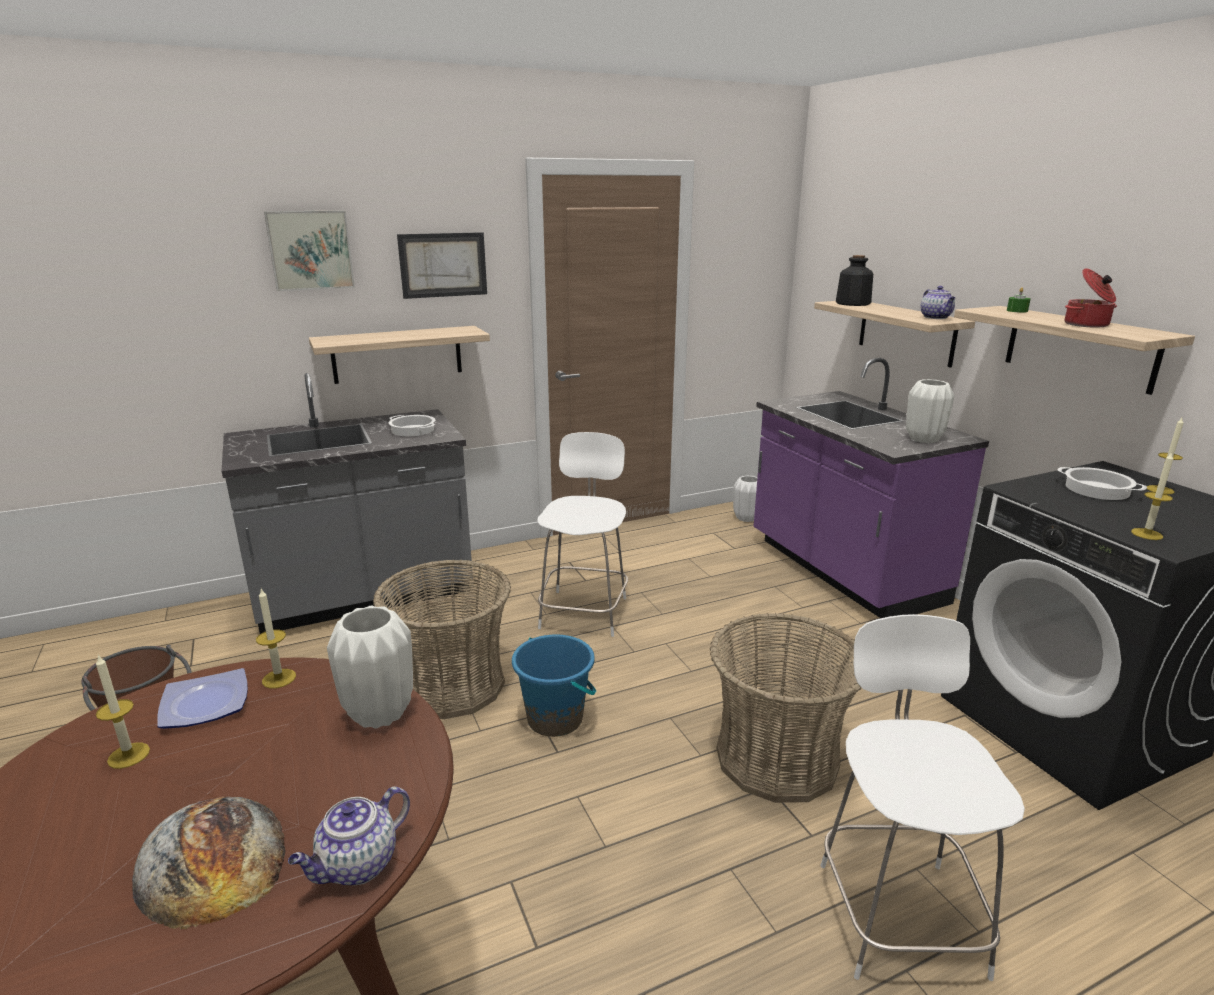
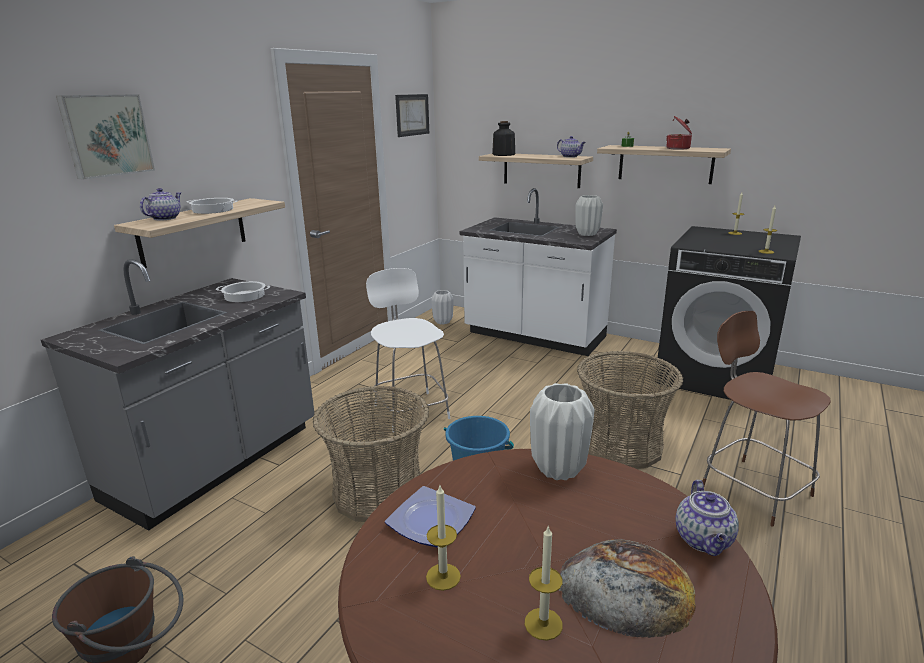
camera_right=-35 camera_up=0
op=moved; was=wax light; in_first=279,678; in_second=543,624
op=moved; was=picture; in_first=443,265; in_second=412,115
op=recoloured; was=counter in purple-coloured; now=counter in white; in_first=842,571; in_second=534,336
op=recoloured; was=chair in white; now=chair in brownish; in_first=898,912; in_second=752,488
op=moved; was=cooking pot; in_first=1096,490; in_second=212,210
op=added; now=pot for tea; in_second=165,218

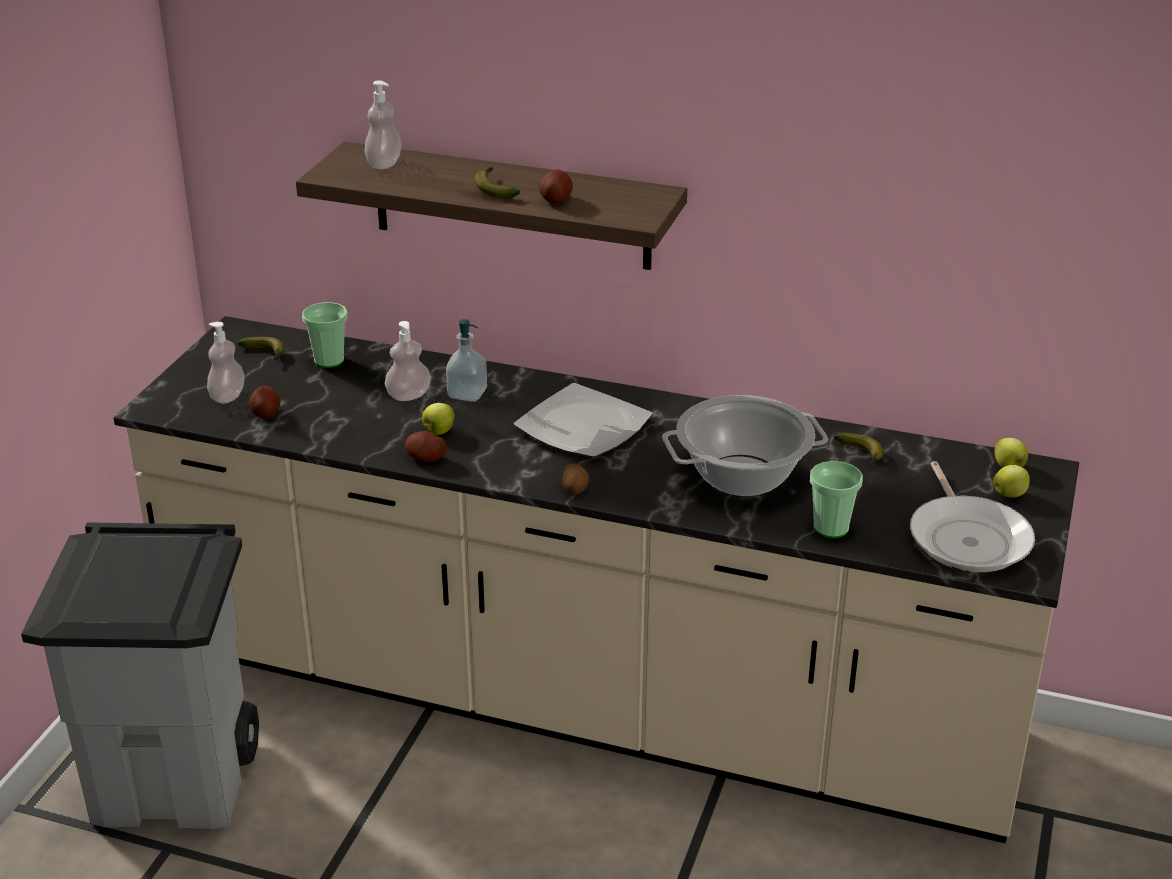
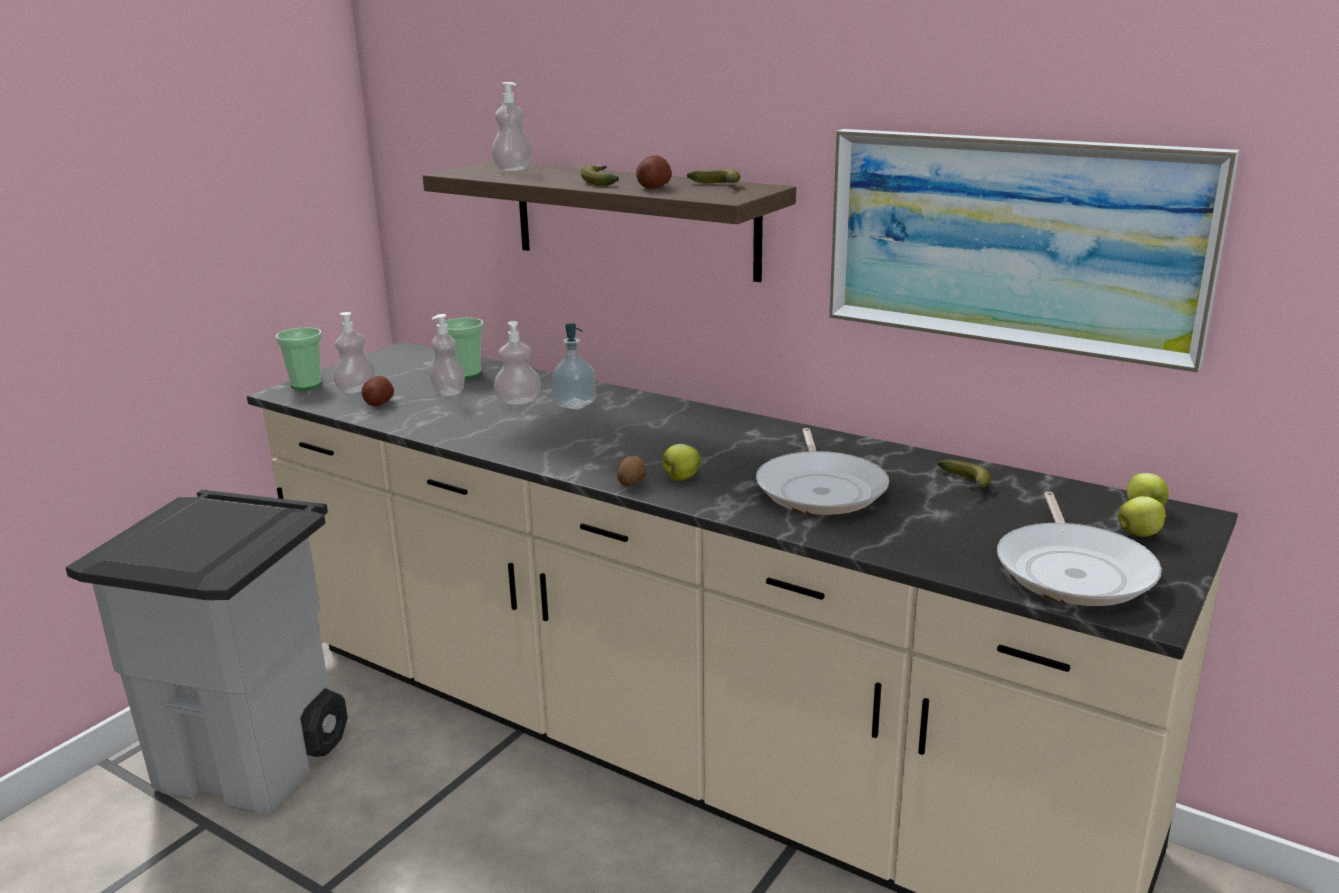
camera_right=15 camera_up=-10
op=moved; was=banana fruit; in_first=266,354; in_second=717,185
op=removed; was=potato; in_first=426,458
op=moved; was=apple; in_first=438,432; in_second=680,478
op=removed; was=flat dish; in_first=583,426
op=replaced; was=cooking pot; now=frying pan; in_first=743,476; in_second=821,489
op=moved; was=drinking cup; in_first=831,528; in_second=306,384
op=added; now=liquid soap bottle; in_second=448,392
op=added; now=picture; in_second=1013,241

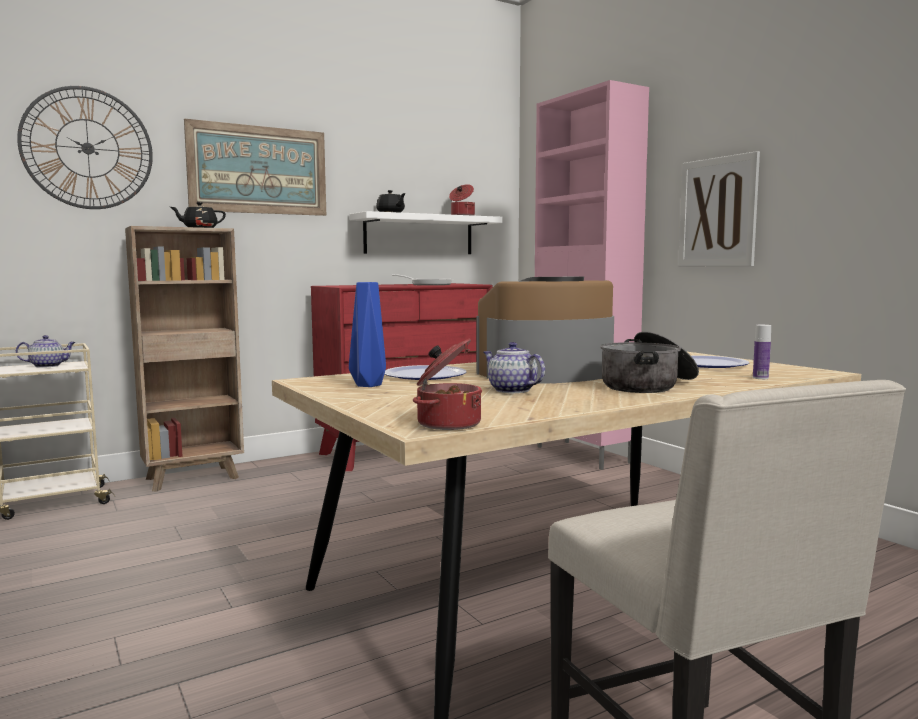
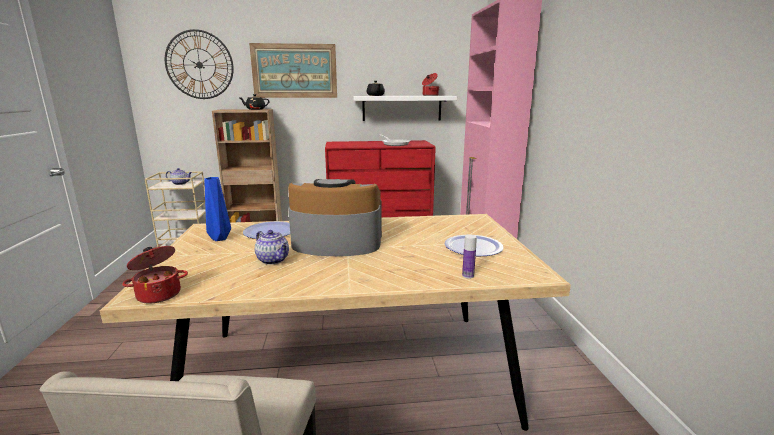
camera_right=25 camera_up=10
op=turned; was=pot for tea; in_first=511,390; in_second=273,260; clockwise=150
op=removed; was=cooking pot; in_first=648,385
op=removed; was=picture; in_first=717,212

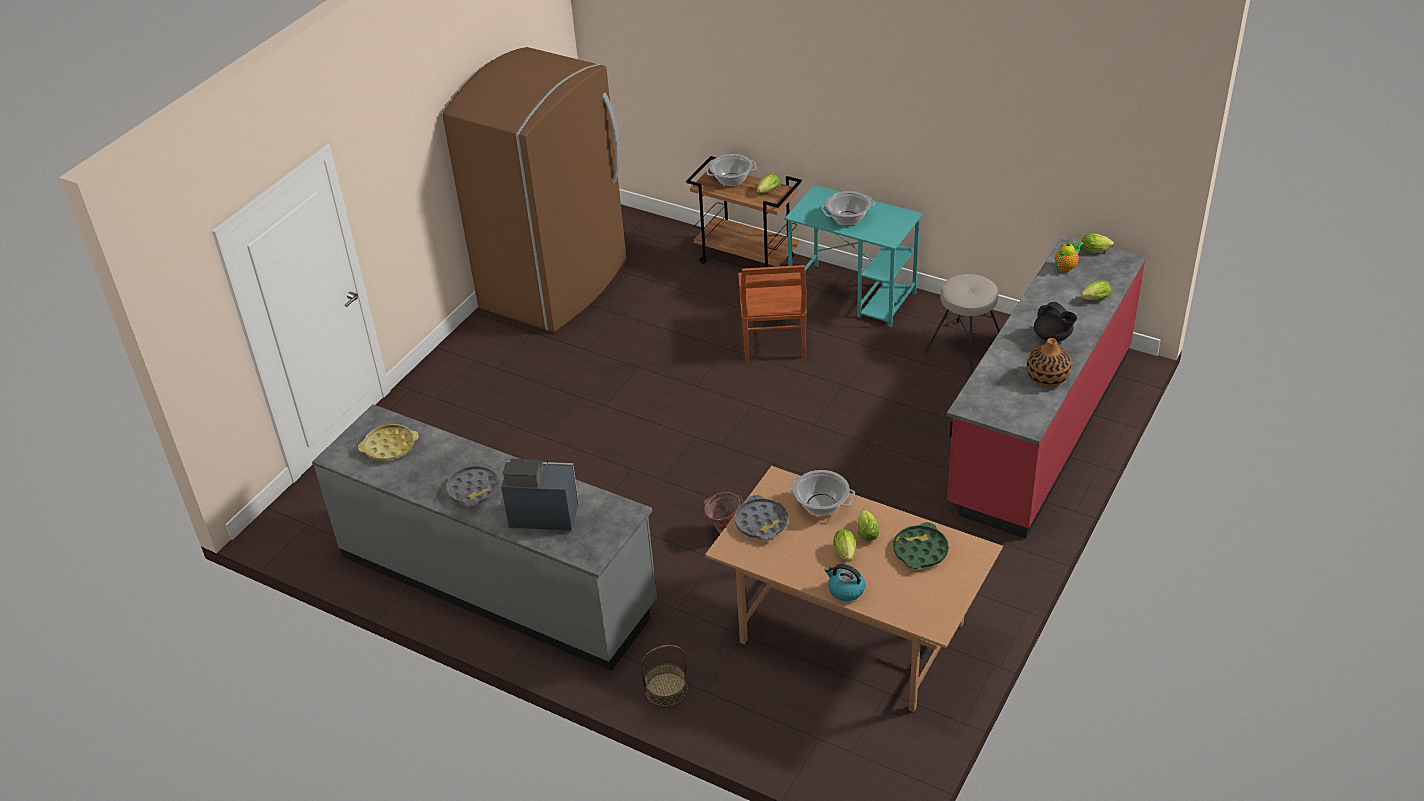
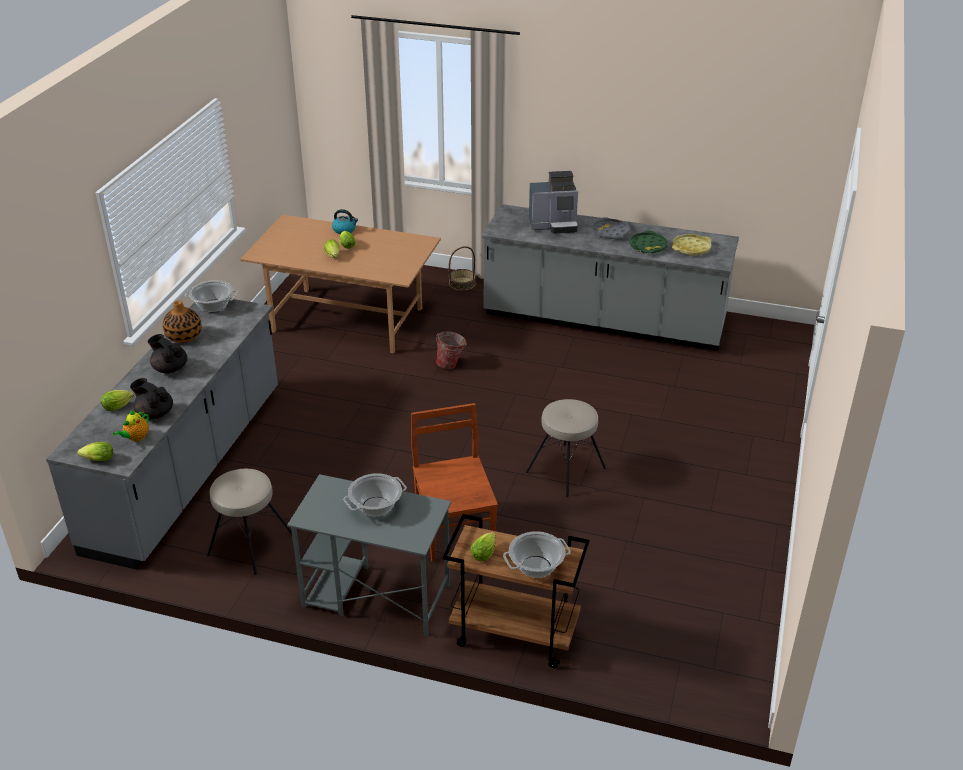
camera_right=165 camera_up=-5
op=removed; was=fridge in brownish; in_first=556,285
op=removed; was=carrying tray in grey; in_first=761,522
op=recoloured; was=desk unit in blue-green; now=desk unit in grey; in_first=853,295; in_second=375,596
op=moved; was=cooking pot; in_first=821,505; in_second=213,306
op=moved; was=carrying tray in green-coloured; in_first=920,550; in_second=648,246
op=recoloured; was=counter in red-coloured; now=counter in grey; in_first=1039,427; in_second=188,469
op=added; now=pot for tea in black; in_second=155,413
op=added; now=stool in sand-coloured; in_second=566,470

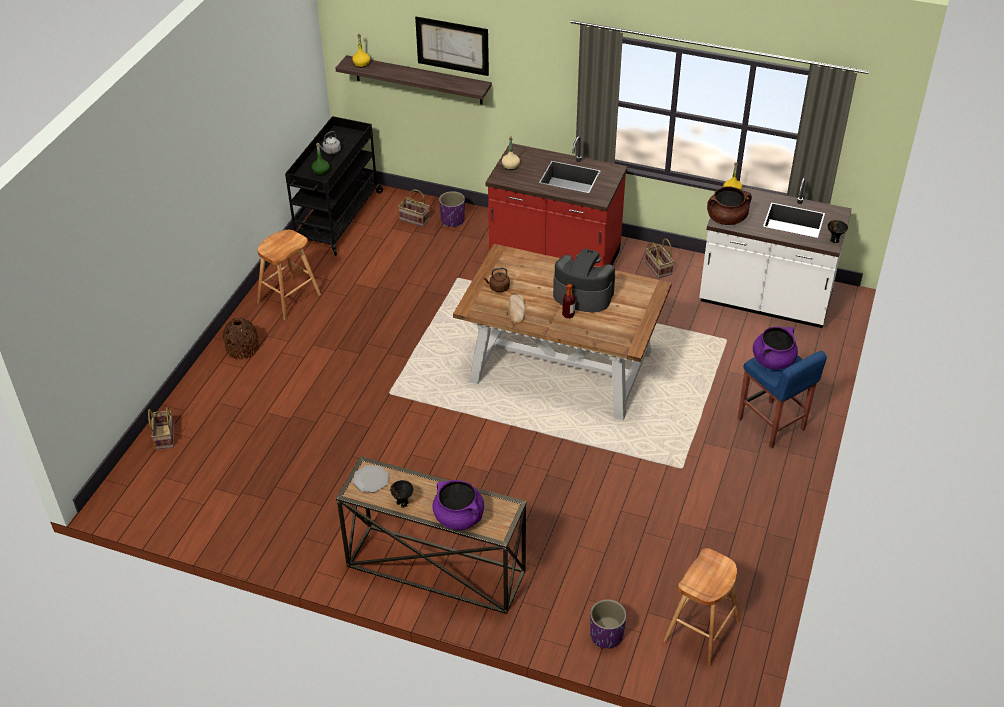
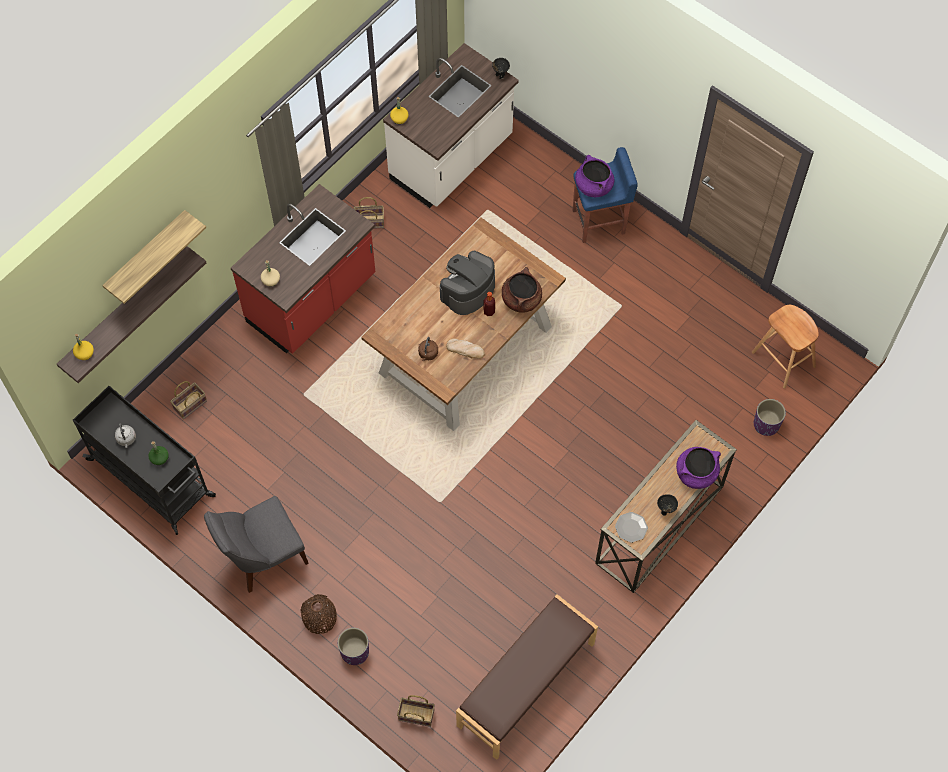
camera_right=-70 camera_up=20
op=replaced; was=stool in brownish; now=chair in grey; in_first=289,299; in_second=263,557
op=replaced; was=picture; now=wall shelf; in_first=452,46; in_second=146,255
op=moved; was=planter in purple-coloured; in_first=452,220; in_second=354,652
op=moved; was=cooking pot in brownish; in_first=726,219; in_second=521,299
op=added; now=long seat in brownish; in_second=527,685

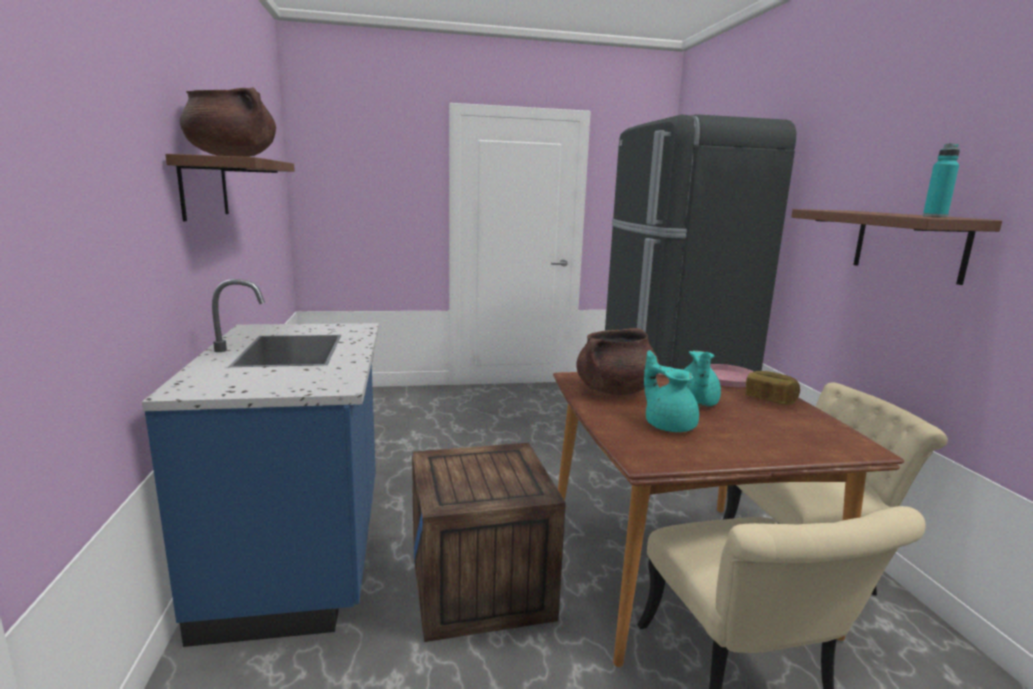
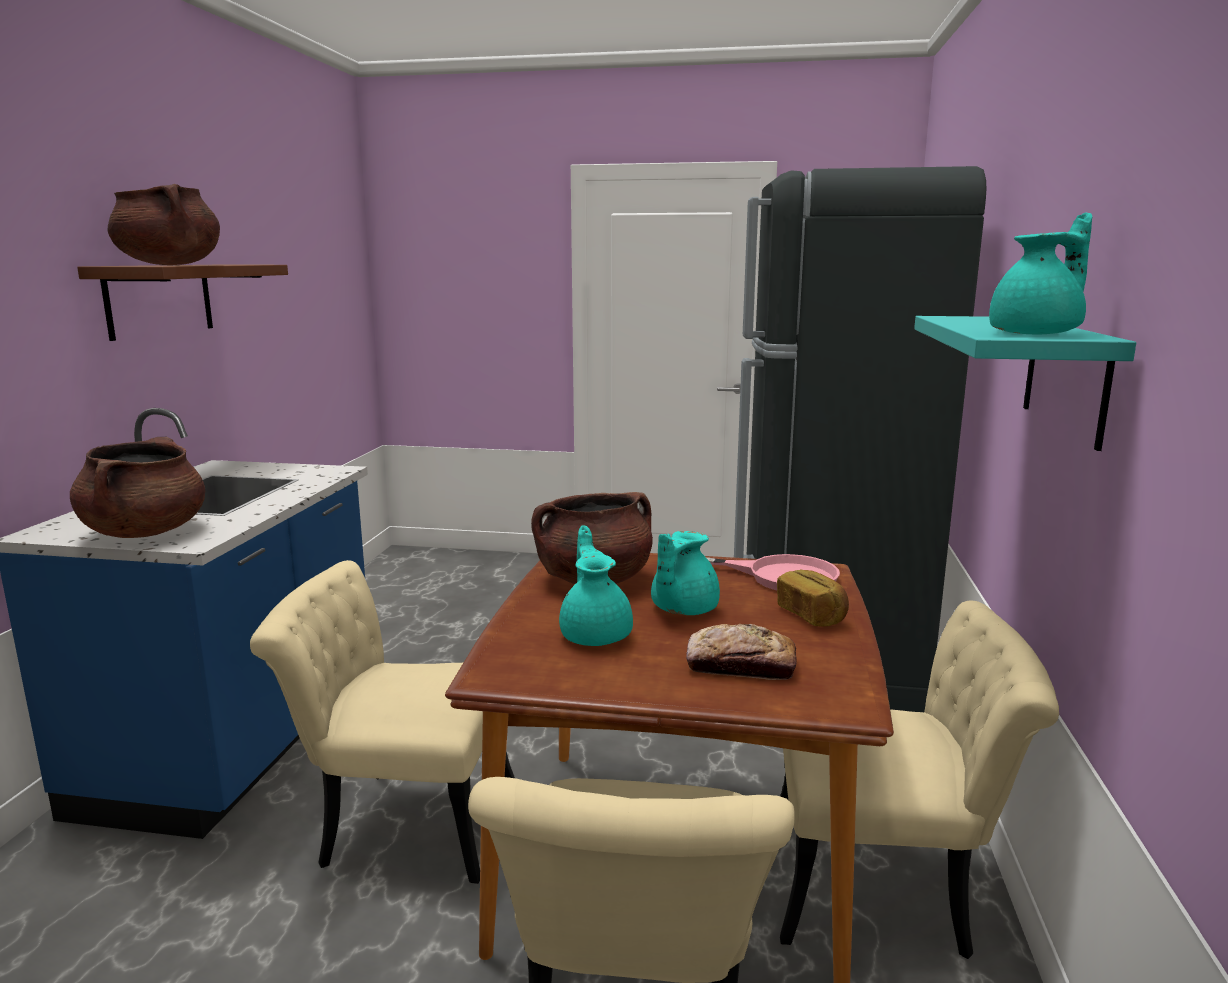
camera_right=20 camera_up=0
op=replaced; was=shipping crate; now=chair in sand-coloured; in_first=480,586; in_second=400,821
op=recoloured; was=wall shelf in brownish; now=wall shelf in blue-green; in_first=909,244; in_second=1066,377
op=replaced; was=bottle in blue-green; now=pot for tea in blue-green; in_first=934,216; in_second=1038,333
op=added; now=cooking pot in brownish; in_second=146,532
op=added; now=baked bread; in_second=740,665

